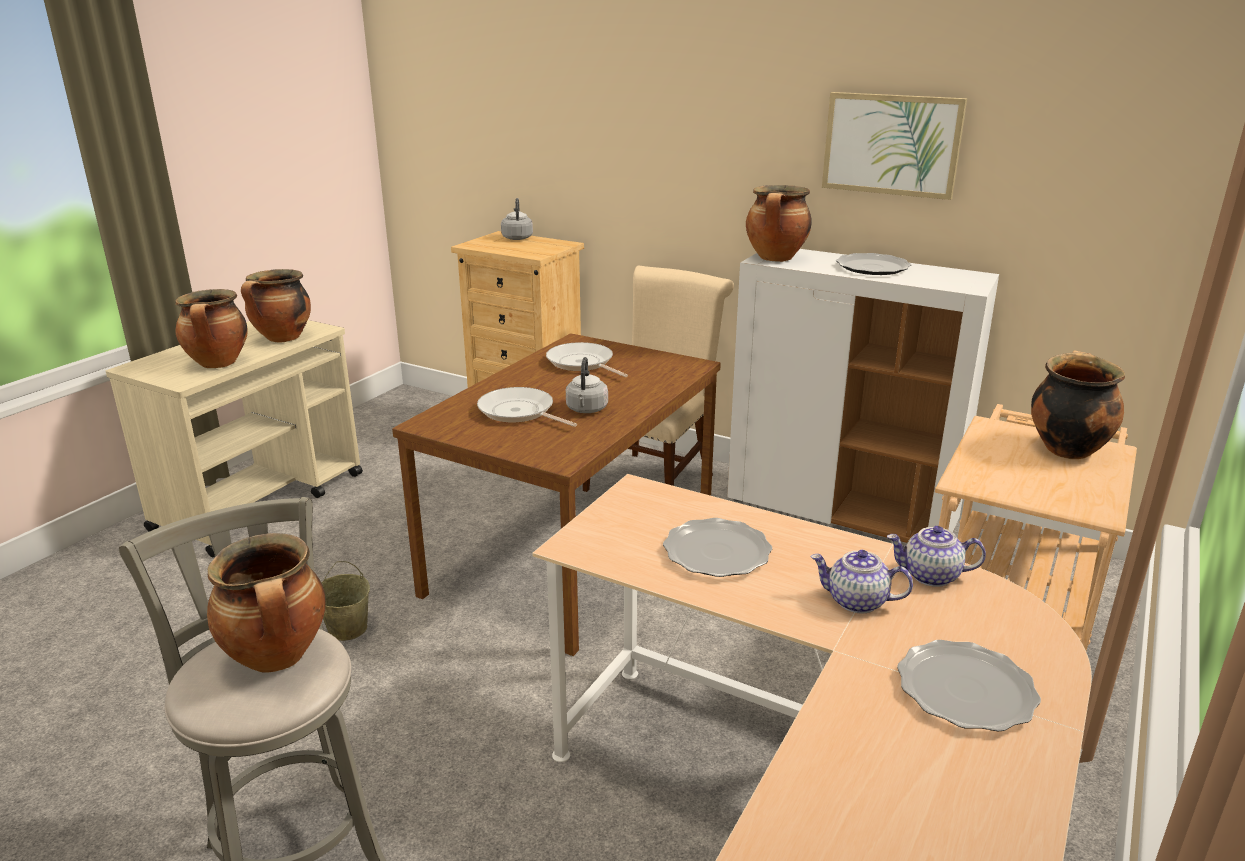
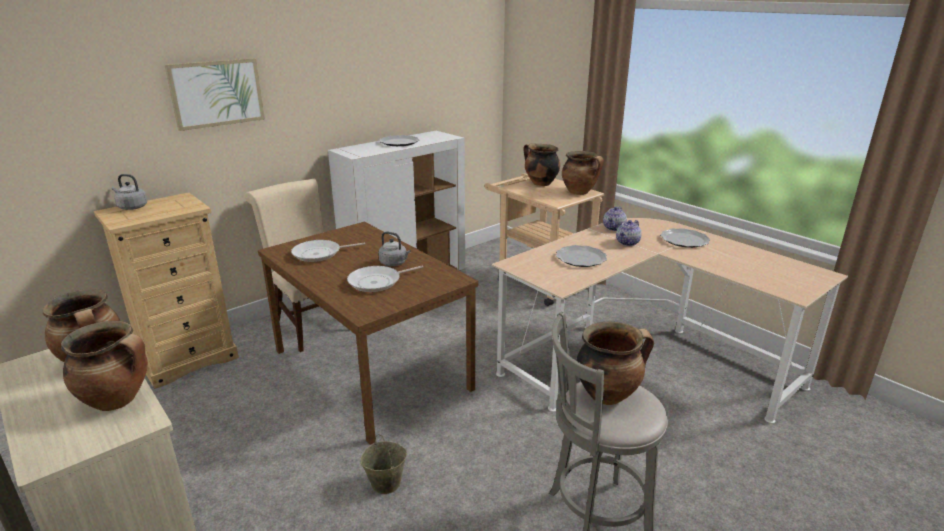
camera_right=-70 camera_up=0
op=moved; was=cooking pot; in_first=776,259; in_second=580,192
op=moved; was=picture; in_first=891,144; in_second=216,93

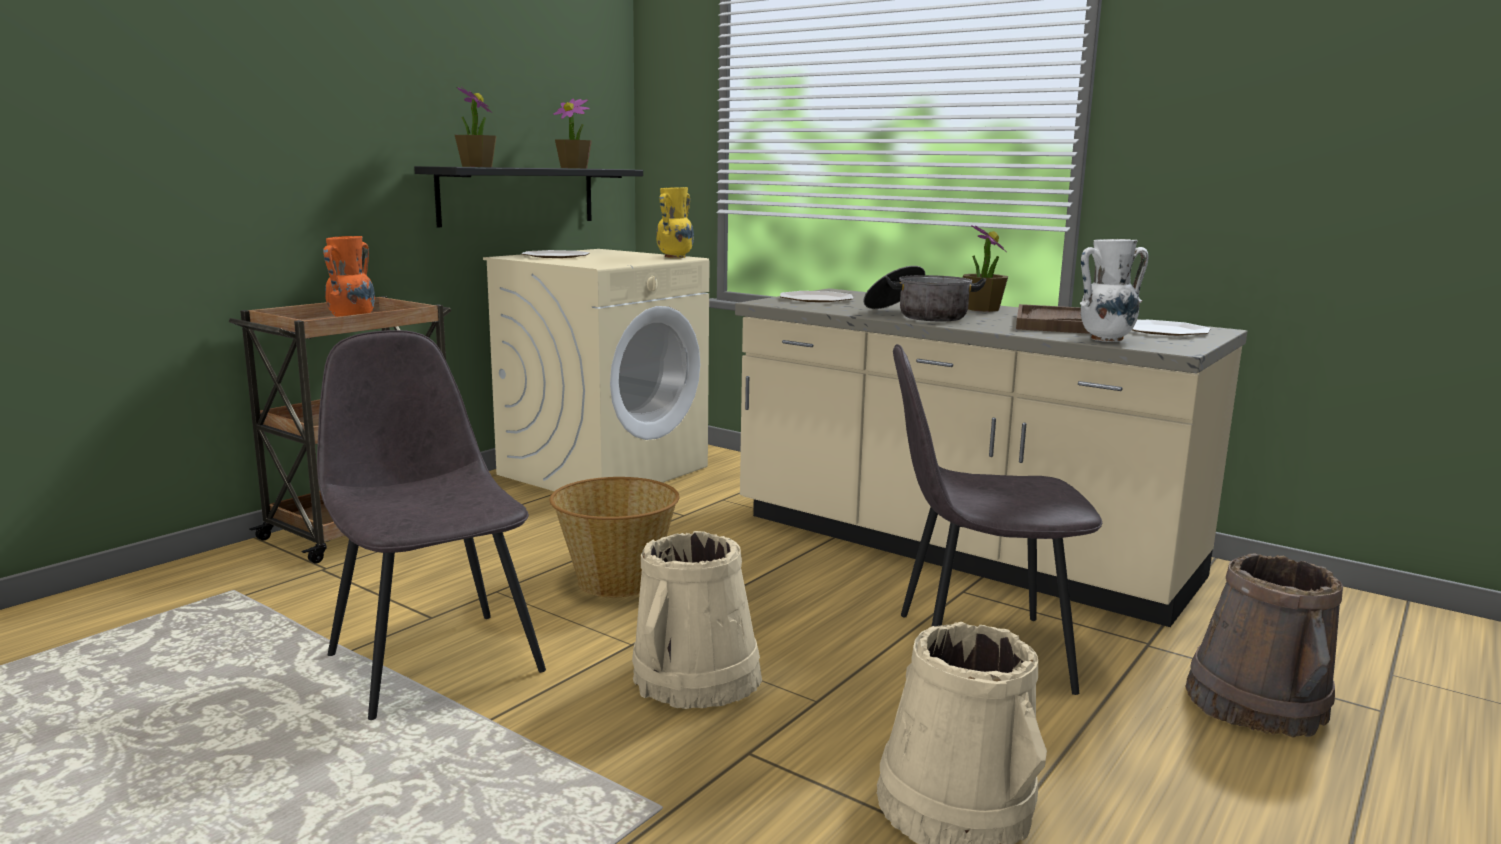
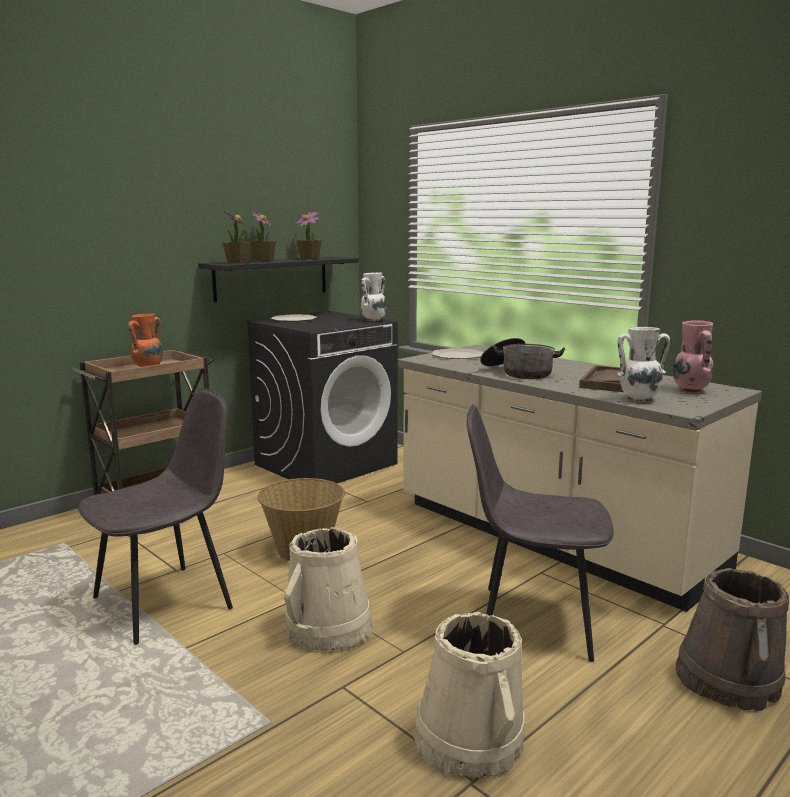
camera_right=10 camera_up=0
op=turned; was=chair in grey; in_first=433,661; in_second=166,602; clockwise=75
op=recoloured; was=washing machine in sand-coloured; now=washing machine in black; in_first=604,470; in_second=326,464
op=recoloured; was=decorative vase in yellow; now=decorative vase in white; in_first=674,257; in_second=373,320
op=moved; was=plant in a pot; in_first=982,309; in_second=263,260
op=replaced; was=flat dish; now=decorative vase in pink-coloured; in_first=1161,330; in_second=690,390

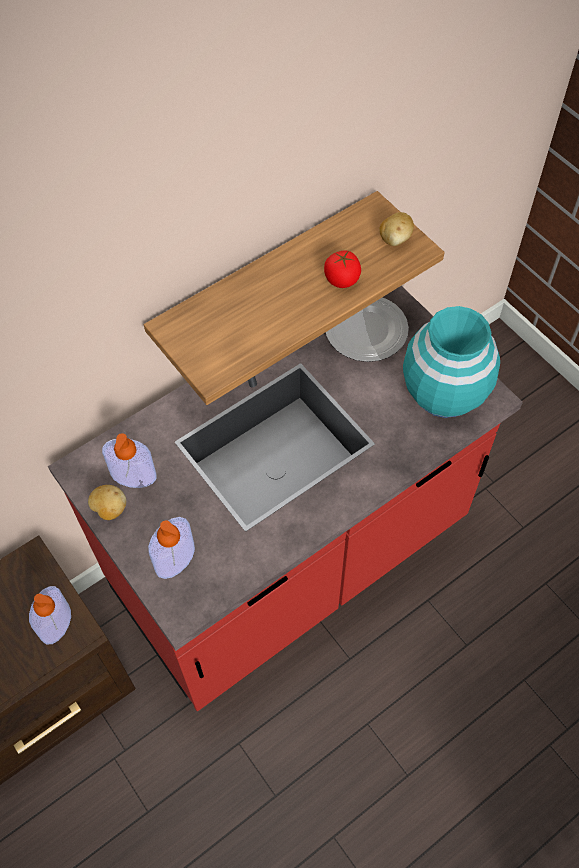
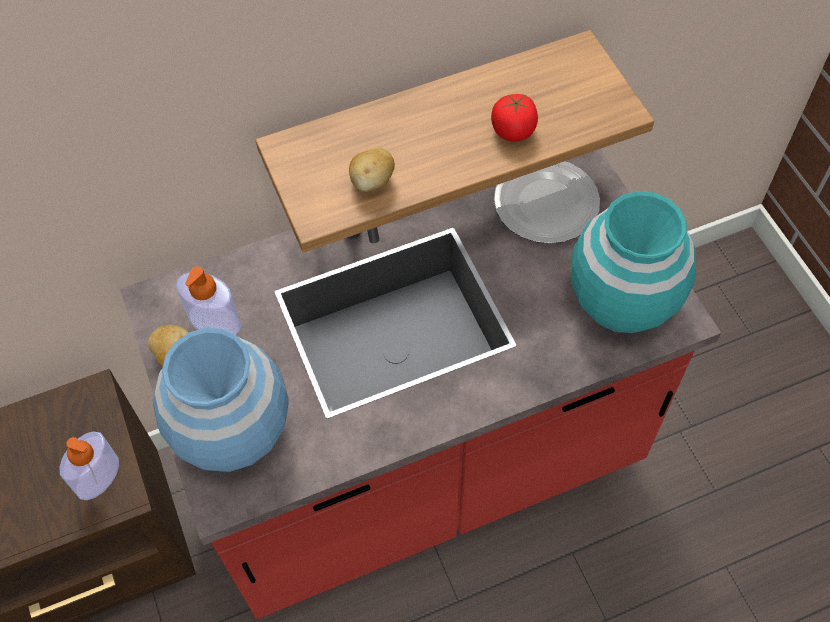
camera_right=15 camera_up=0
op=replaced; was=liquid soap bottle; now=decorative vase in bluish; in_first=175,558; in_second=233,432
op=moved; was=potato; in_first=395,239; in_second=372,181

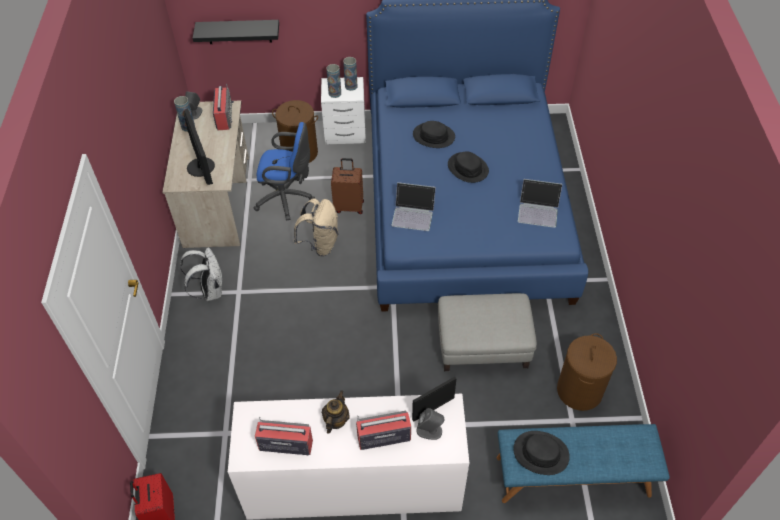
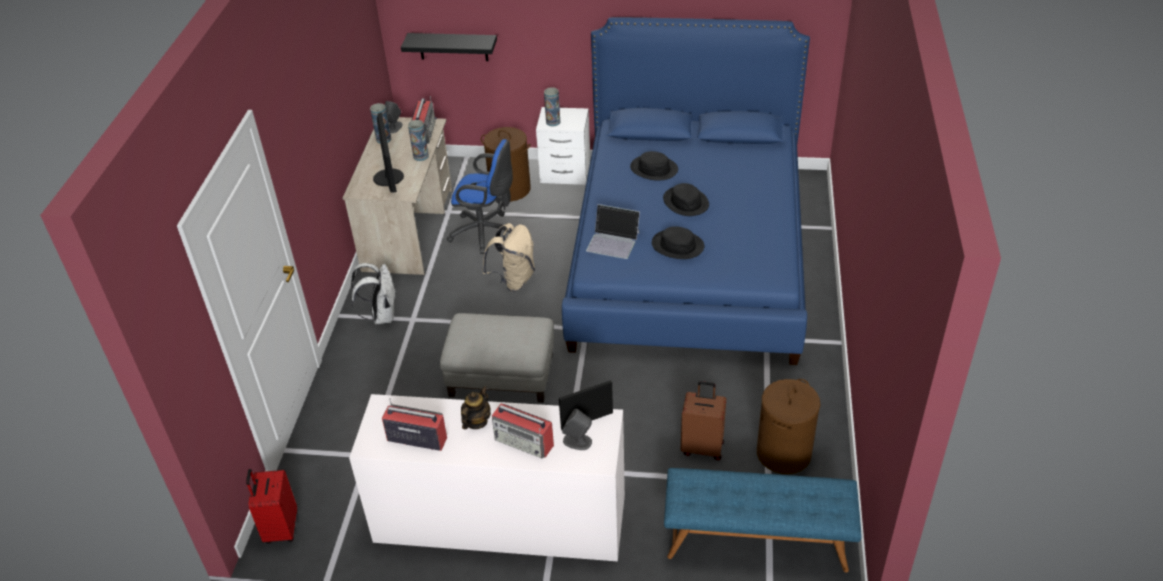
camera_right=10 camera_up=-10
op=moved; was=suitcase in brownish; in_first=349,206; in_second=702,447
op=moved; was=decorative vase; in_first=351,86; in_second=421,156
op=turned; was=radio receiver; in_first=383,437; in_second=524,442; clockwise=-150
op=moved; was=footrest in grey; in_first=483,344; in_second=501,375
op=moved; was=hat in black; in_first=541,453; in_second=677,245
op=removed; was=portable computer; in_first=538,210

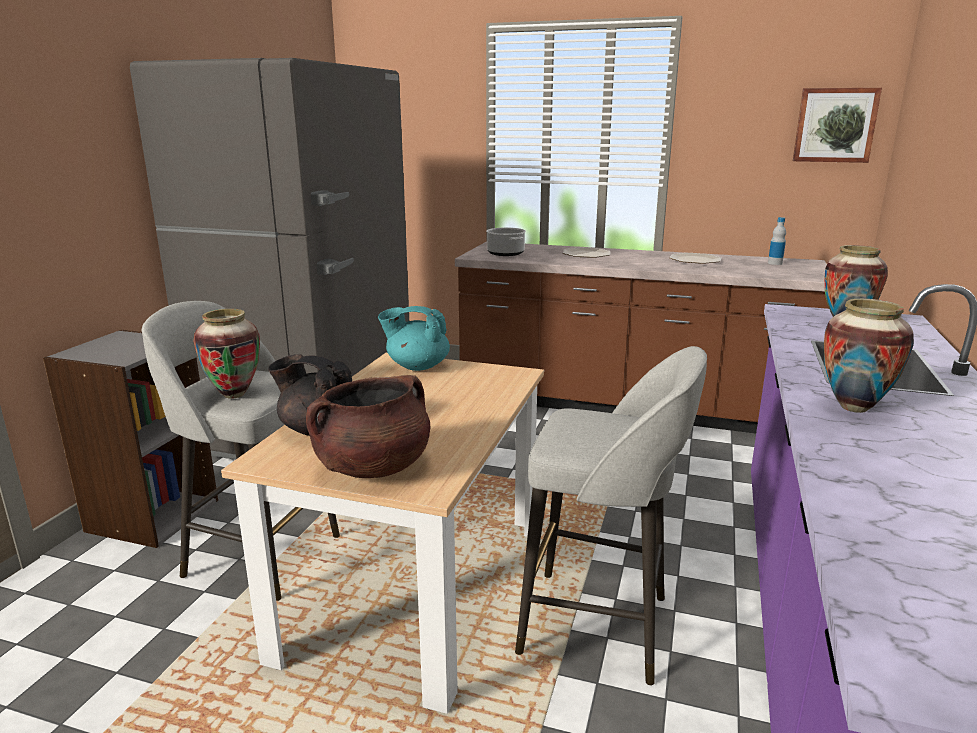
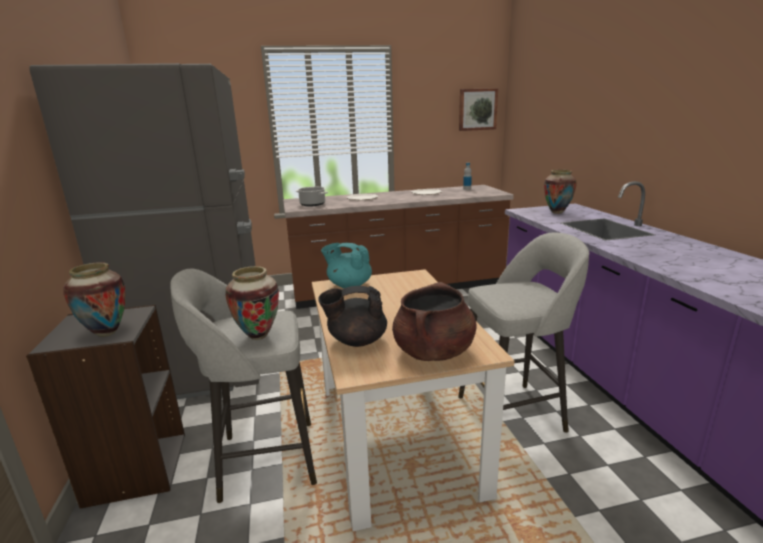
camera_right=-30 camera_up=0
op=turned; was=pot for tea in blue-green; in_first=417,366; in_second=349,285; clockwise=45
op=moved; was=decorative vase; in_first=853,407; in_second=106,333

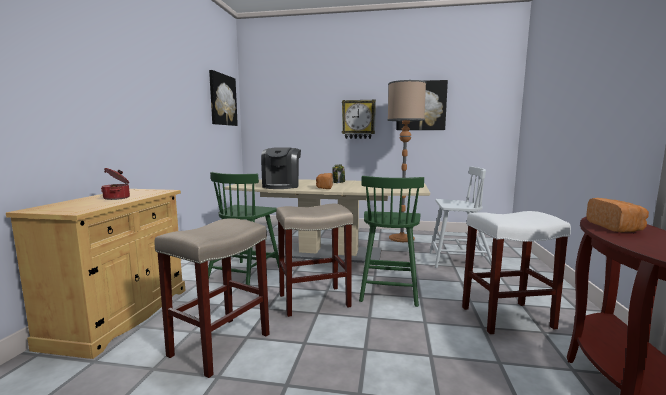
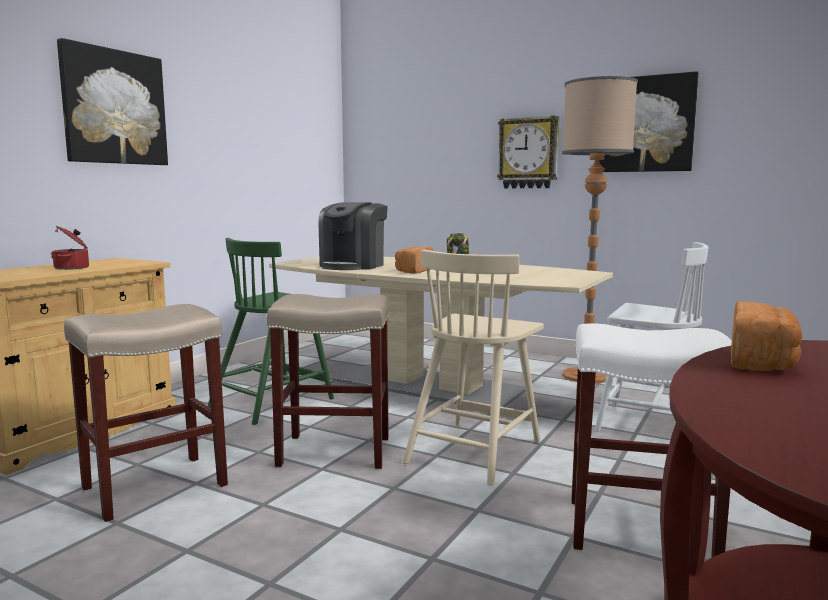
camera_right=20 camera_up=0
op=moved; was=picture; in_first=222,100; in_second=114,107
op=recoloured; was=chair in green-coloured; now=chair in sand-coloured; in_first=389,287; in_second=474,450

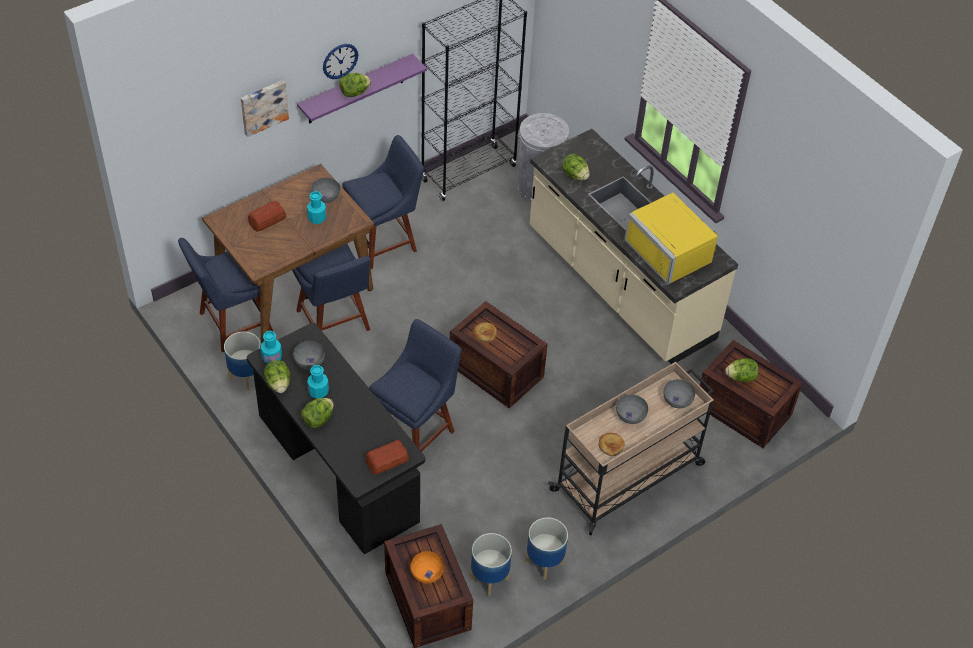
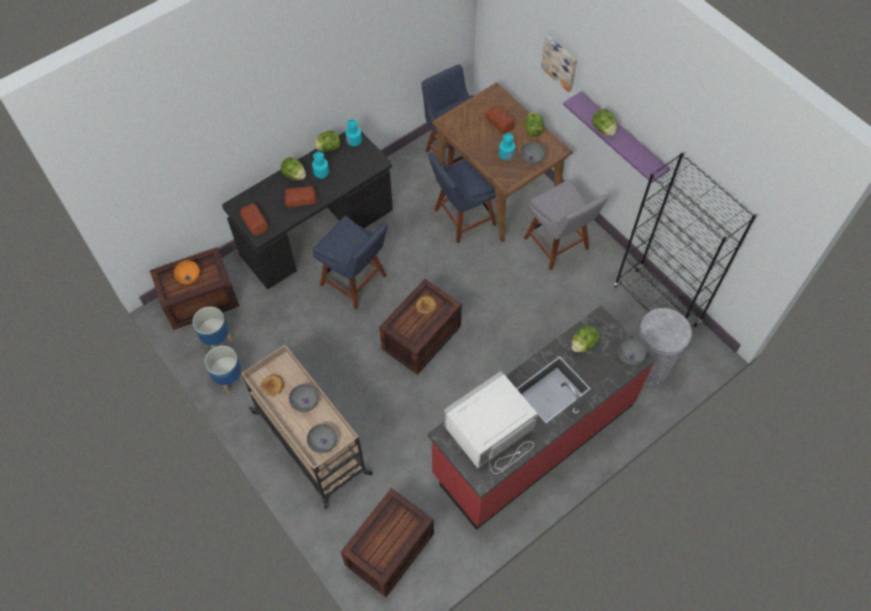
camera_right=90 camera_up=10
op=removed; was=planter; in_first=245,376
op=moved; was=deep dish in grey; in_first=309,361; in_second=630,355
op=removed; was=hanging clock; in_first=340,61
op=recoloured; was=chair in bluish; now=chair in grey; in_first=384,241; in_second=558,246
op=recoloured; was=counter in sand-coloured; now=counter in red-coloured; in_first=619,285; in_second=533,438
op=recoloured; was=kitchen microwave in yellow; now=kitchen microwave in white; in_first=672,250; in_second=492,433
op=moved; was=lettuce; in_first=741,377; in_second=533,130
op=added; now=baked bread; in_second=301,199

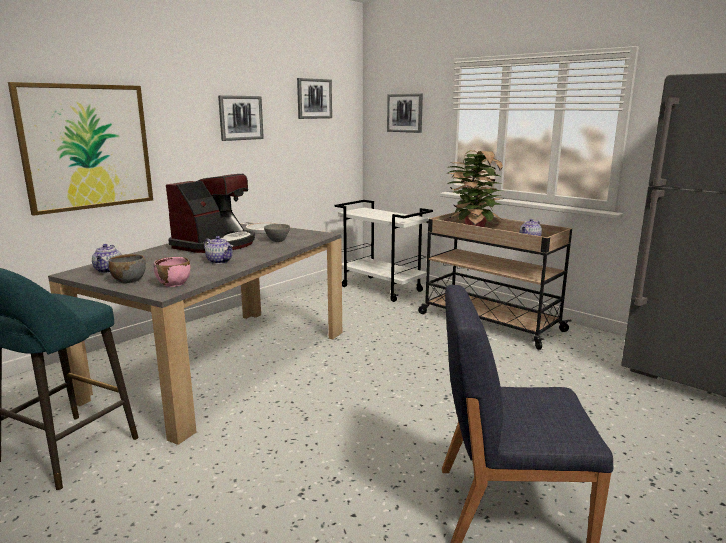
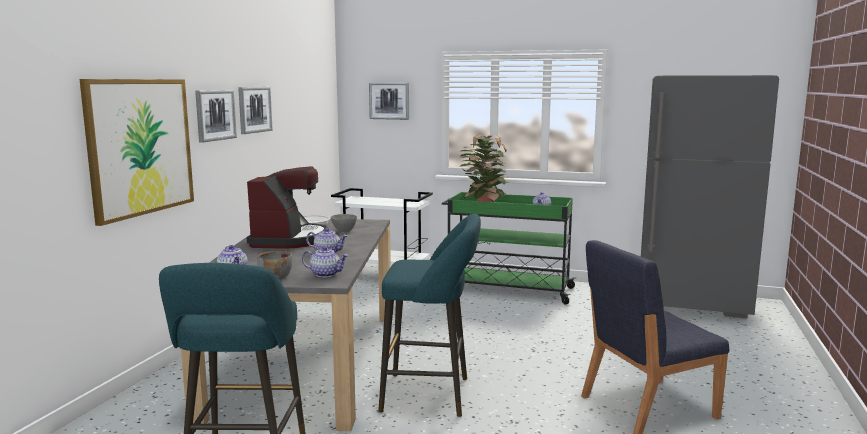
camera_right=-25 camera_up=-5
op=replaced; was=deep dish in pink-coloured; now=pot for tea; in_first=174,283; in_second=326,274
op=moved; was=picture; in_first=314,98; in_second=215,115
op=recoloured; was=trolley in sand-coloured; now=trolley in green-coloured; in_first=488,321; in_second=506,290
op=added; now=stool in blue-green; in_second=431,395

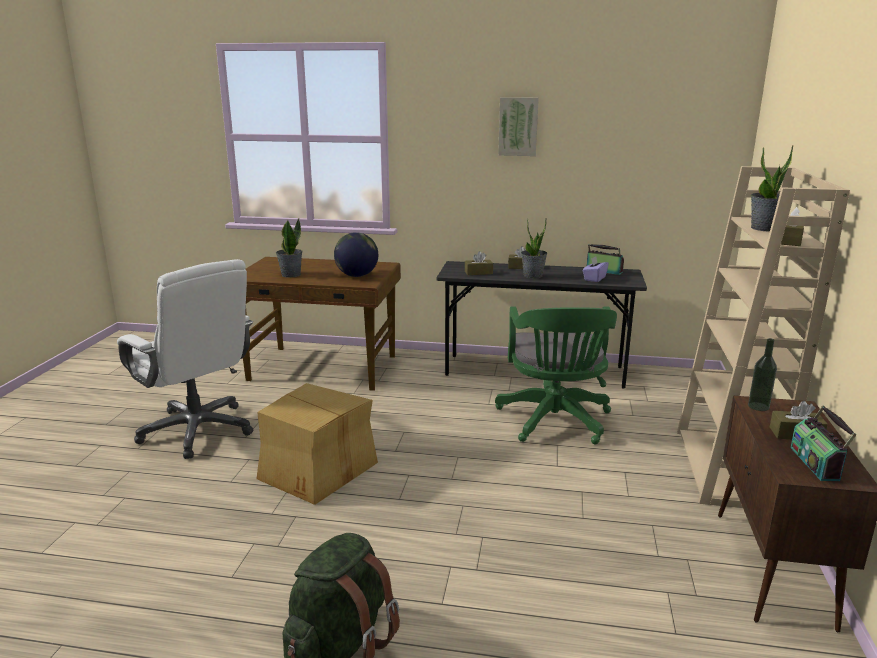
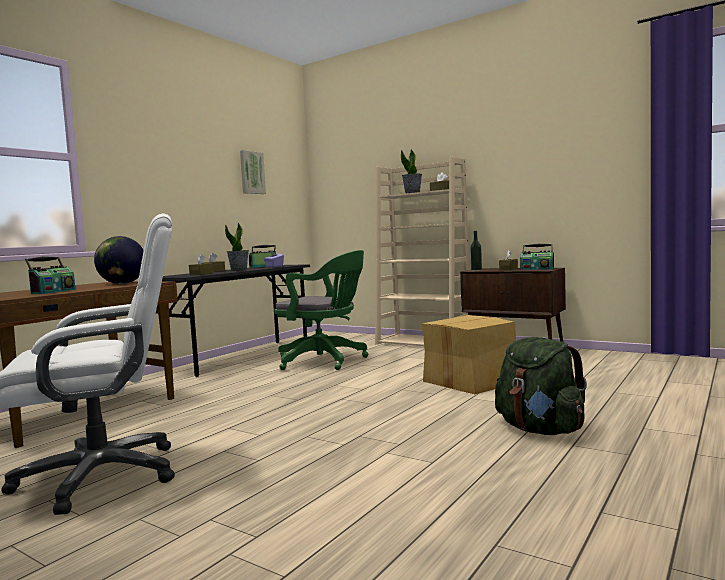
camera_right=-65 camera_up=-15
op=moved; was=cardboard box; in_first=317,470; in_second=472,380
op=replaced; was=plant in a pot; now=radio receiver; in_first=290,275; in_second=52,291
op=moved; was=picture; in_first=518,126; in_second=251,172

